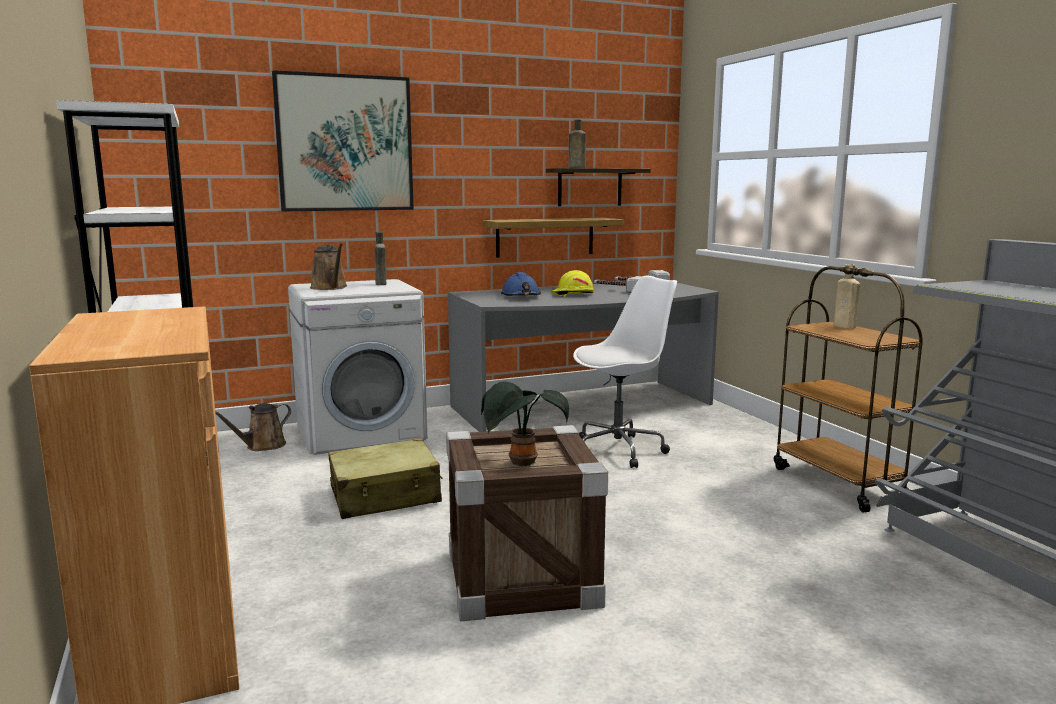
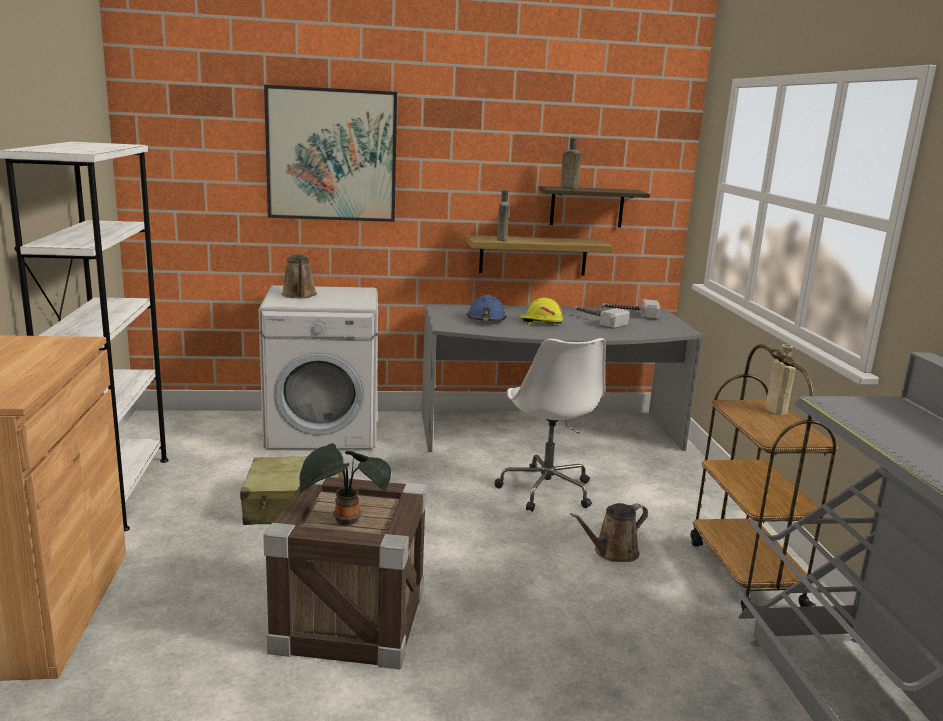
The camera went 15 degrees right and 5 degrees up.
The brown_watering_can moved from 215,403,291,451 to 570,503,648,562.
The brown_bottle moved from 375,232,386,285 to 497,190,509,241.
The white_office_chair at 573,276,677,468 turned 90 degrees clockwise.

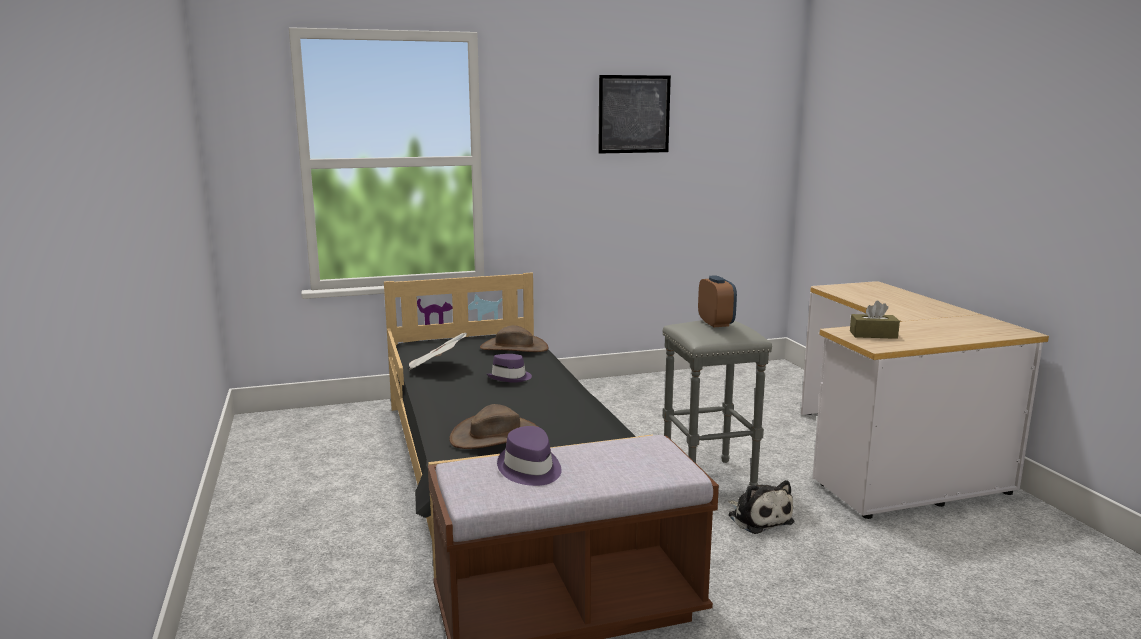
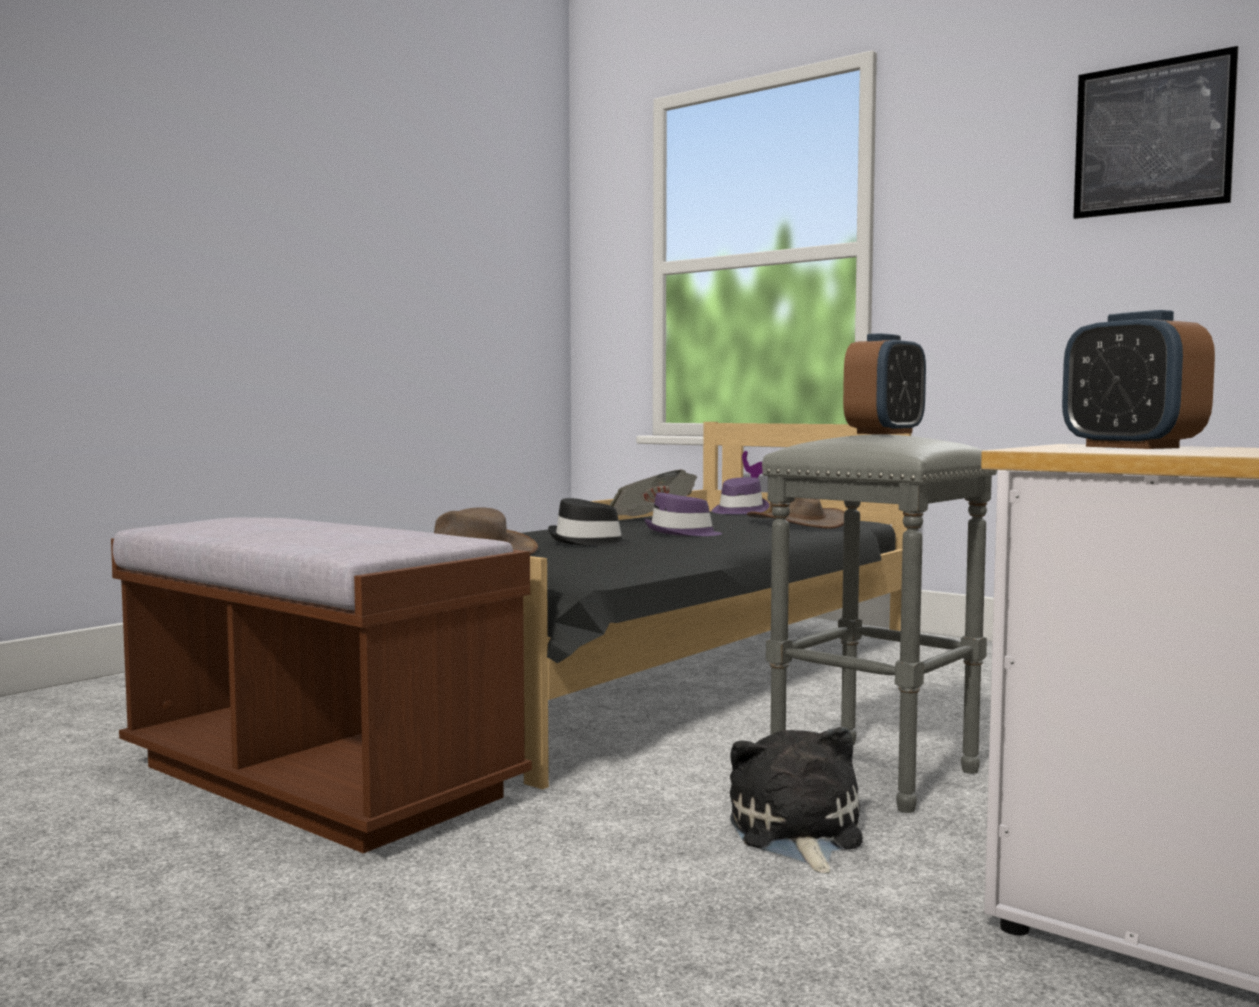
The camera went 55 degrees right and 10 degrees down.
The purple_hat moved from 497,426,562,486 to 712,477,770,514.
The plush_toy at 728,480,794,534 turned 150 degrees clockwise.
The brown_tissue_box at 850,300,900,339 was replaced by the alarm_clock at 1062,310,1215,449.
The black_hat at 548,498,632,547 appeared.

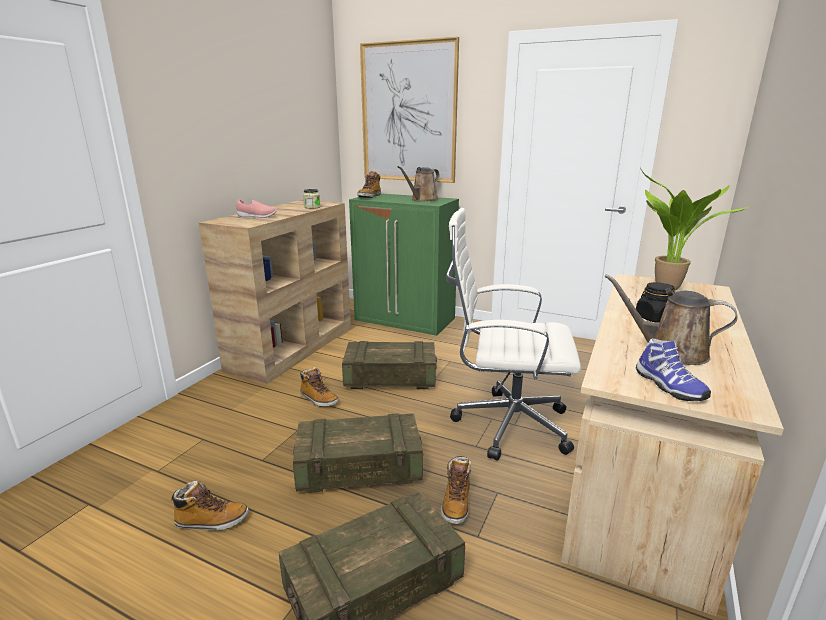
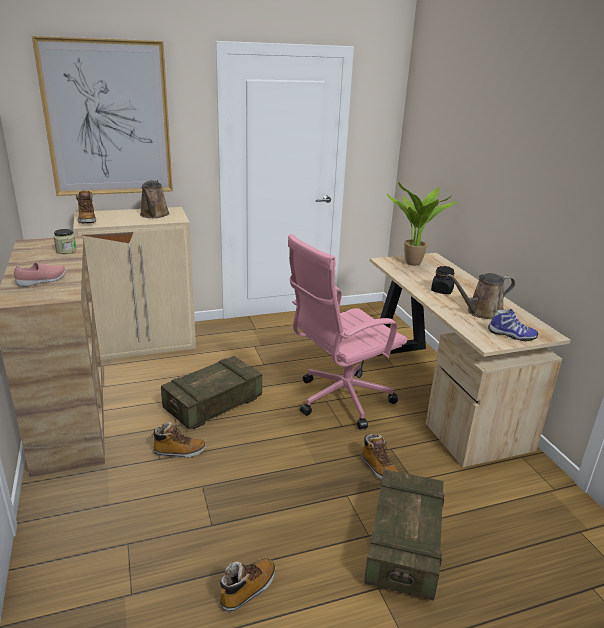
The camera went 45 degrees left and 5 degrees up.
The crate at 293,413,423,493 disappeared.
The green_cabinet at 349,193,459,336 became the beige_cabinet at 73,207,196,360.
The white_office_chair at 446,208,581,461 became the pink_office_chair at 288,234,407,430.

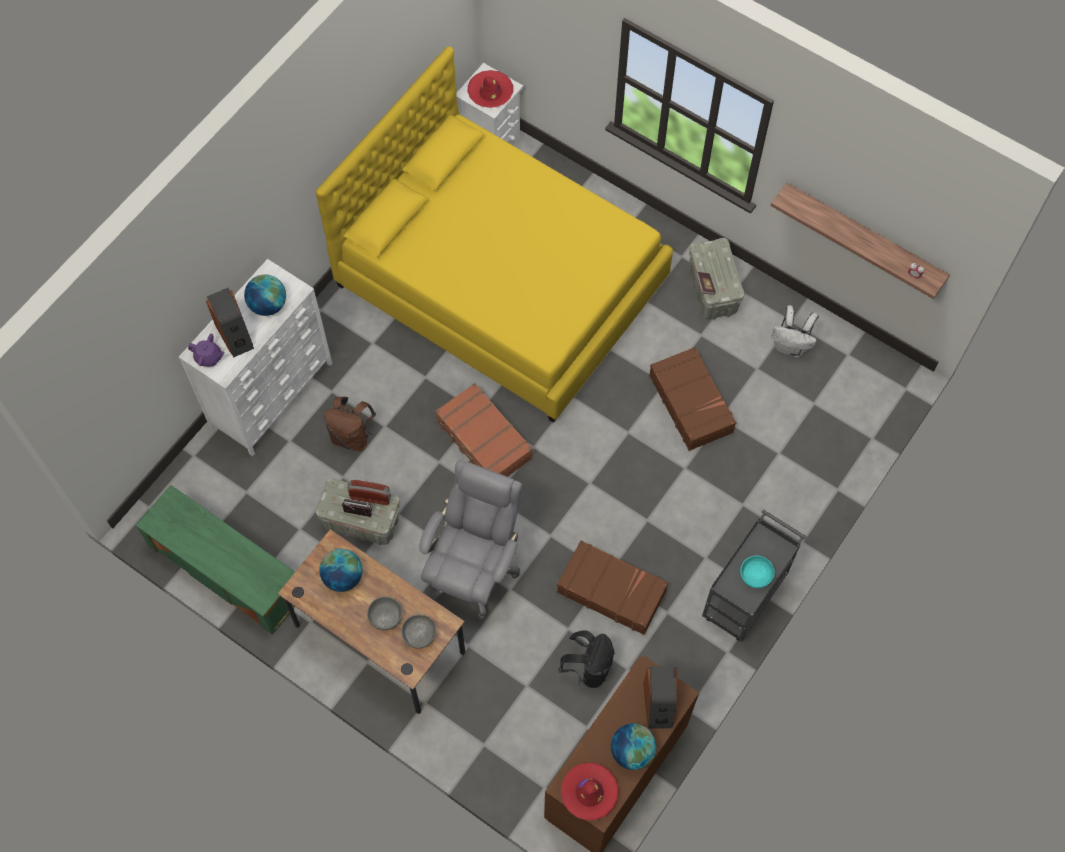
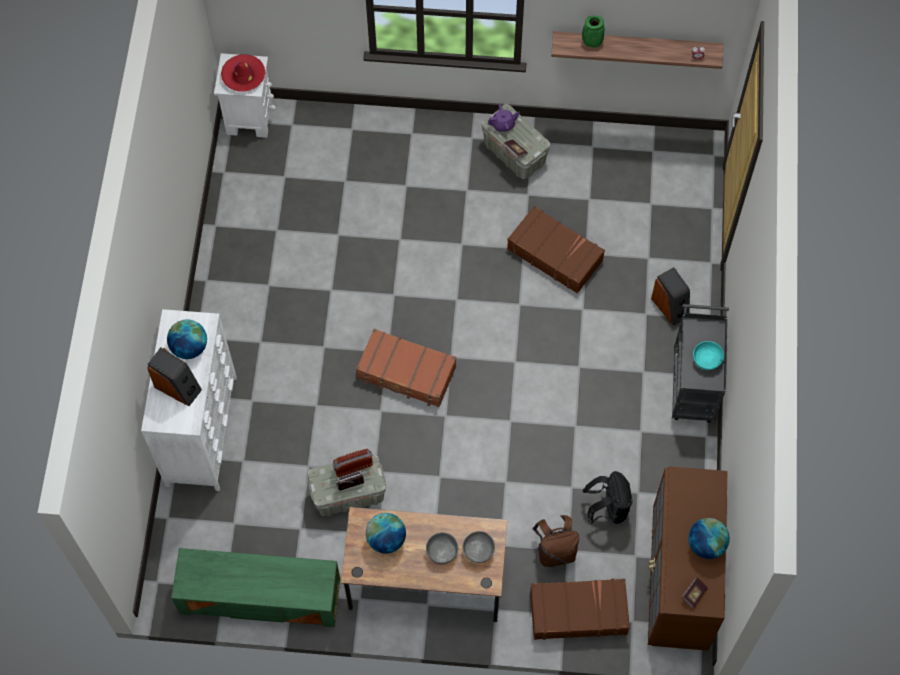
The camera went 30 degrees left and 0 degrees up.
The purple_teapot moved from 188,334,224,367 to 488,104,520,132.
The yellow_bed at 316,46,673,423 disappeared.
The brown_backpack moved from 324,397,376,452 to 533,515,579,567.
The grey_office_chair at 419,460,522,621 disappeared.
The brown_suitcase moved from 557,541,669,635 to 530,579,630,640.
The red_hat at 561,763,619,821 was replaced by the book at 682,577,708,608.
The speaker moved from 644,666,678,729 to 651,267,690,326.
The white_backpack at 771,305,819,358 disappeared.
The green_vase at 582,16,604,48 appeared.

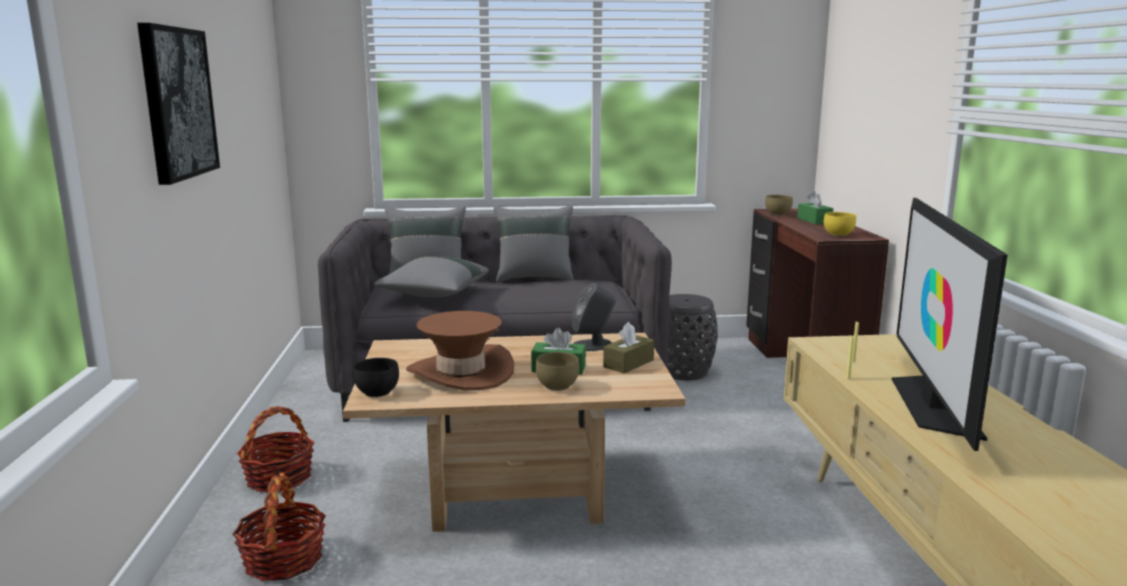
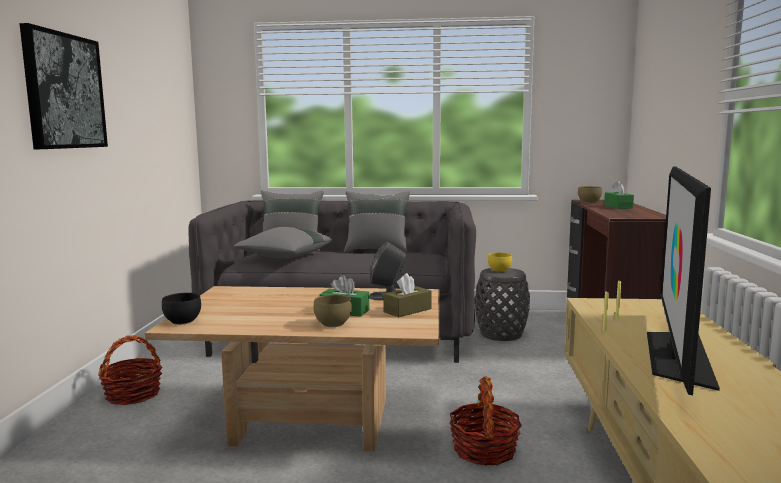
The camera went 10 degrees right and 5 degrees down.
The basket moved from 232,472,326,581 to 449,376,522,466.
The brown_hat at 406,311,514,390 disappeared.
The yellow_bowl moved from 824,212,856,236 to 488,253,512,272.

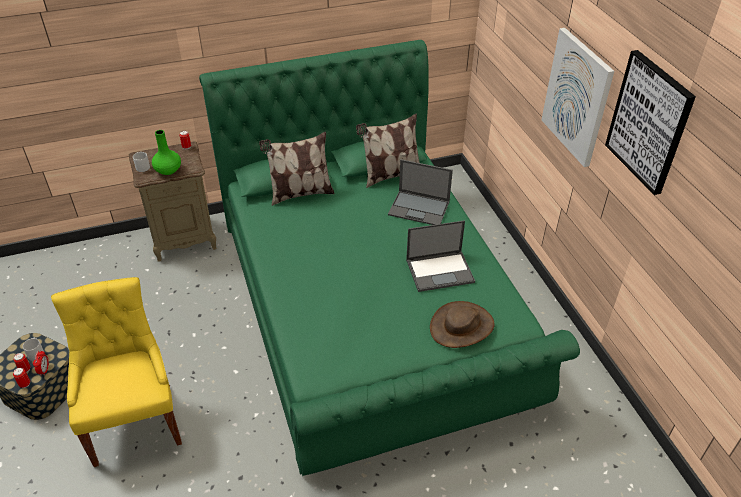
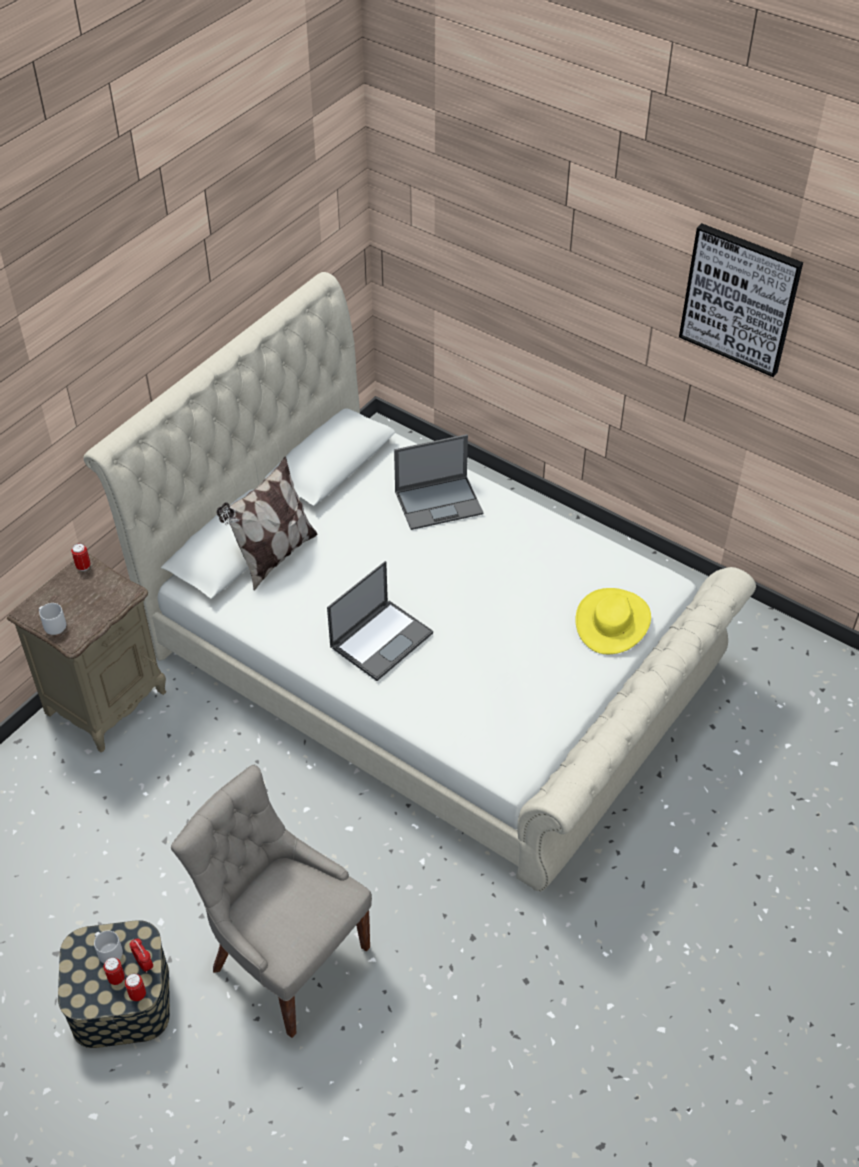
The camera went 35 degrees left and 5 degrees up.
The yellow_chair at 51,277,182,467 became the grey_chair at 171,765,372,1038.
The green_vase at 152,130,181,175 disappeared.
The green_bed at 199,40,580,476 became the beige_bed at 83,272,756,892.
The pillow at 356,114,420,188 disappeared.
The laptop moved from 406,220,475,292 to 327,561,433,681.
The brown_hat at 430,301,495,348 became the yellow_hat at 575,588,651,654.
The picture at 542,28,614,167 disappeared.

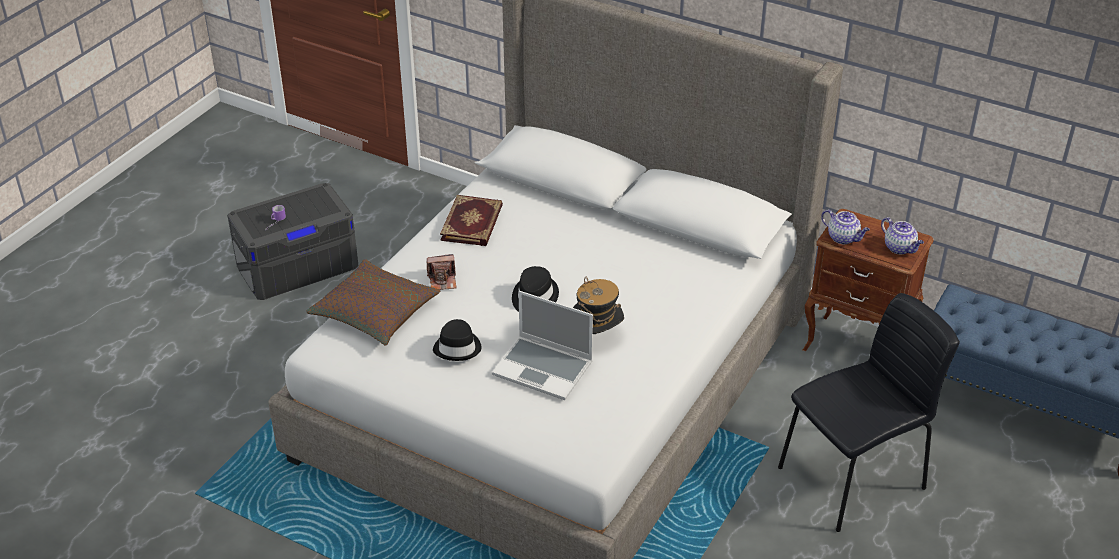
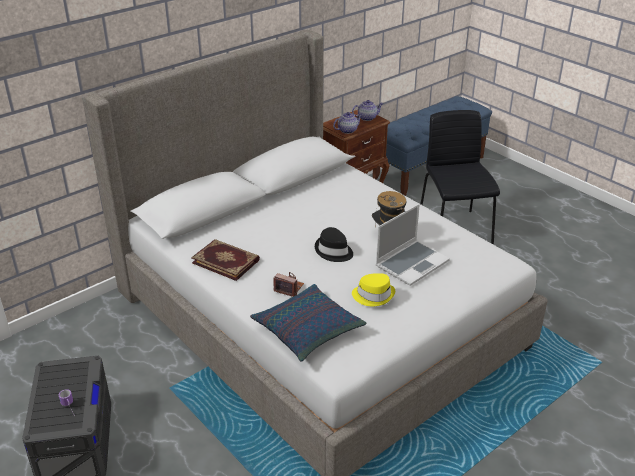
The camera went 70 degrees left and 5 degrees down.
The brown_pillow at 306,259,440,346 became the blue_pillow at 250,284,366,362.
The photo_camera at 426,254,457,290 turned 75 degrees counterclockwise.
The black_hat at 433,319,482,361 became the yellow_hat at 352,273,395,306.

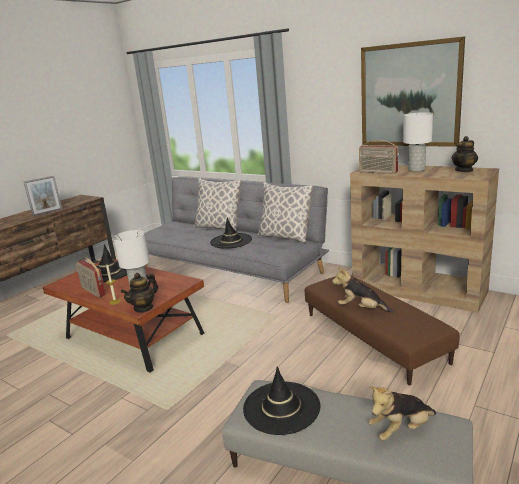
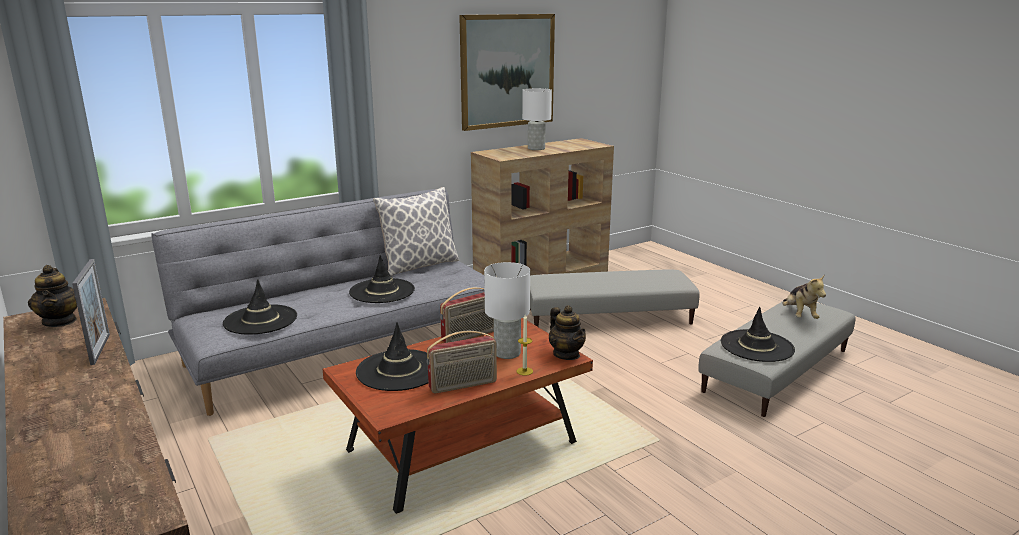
The camera went 70 degrees left and 0 degrees up.
The pillow at 194,178,241,231 disappeared.
The brown_ottoman at 305,275,460,385 became the grey_ottoman at 530,270,700,327.
The plush_toy at 332,266,394,313 disappeared.
The radio moved from 359,140,398,174 to 440,287,494,343.
The teapot moved from 451,136,478,172 to 28,265,77,327.
The black_hat at 223,279,297,334 appeared.

